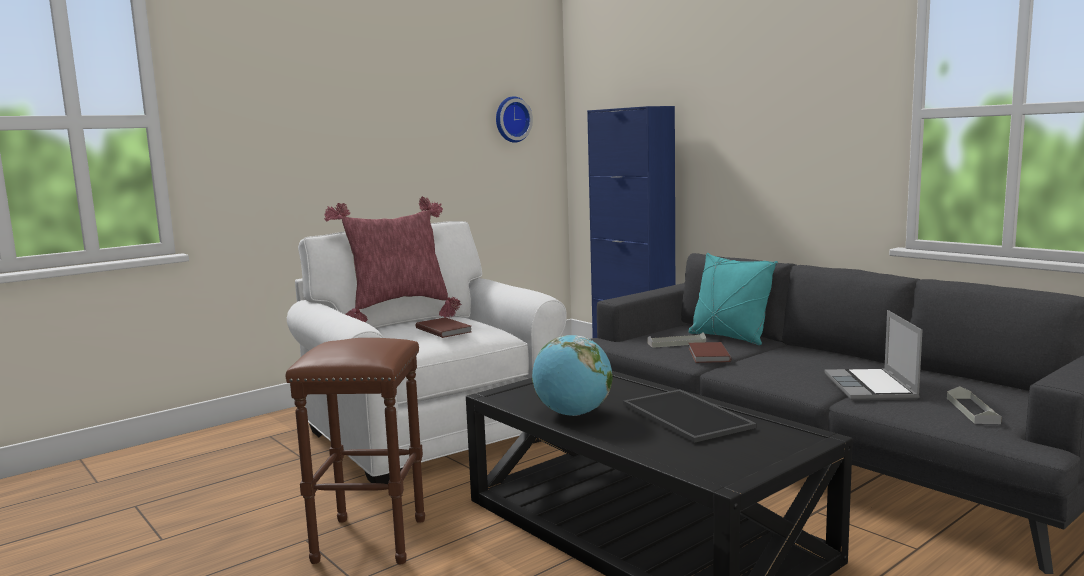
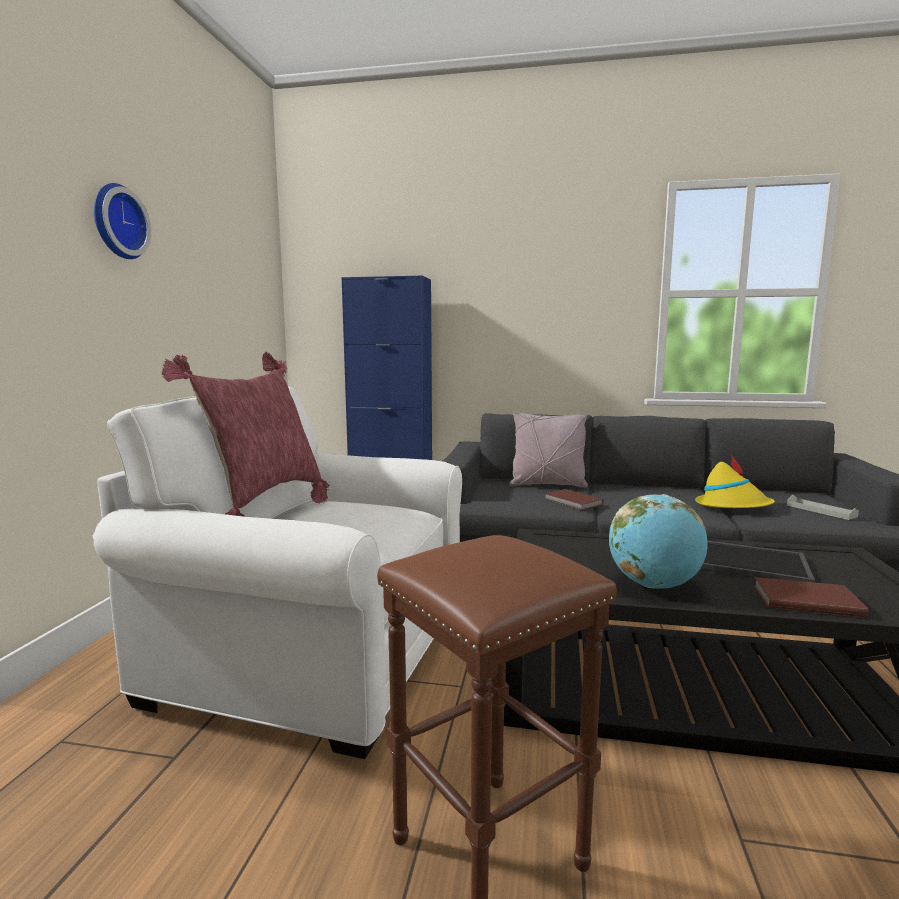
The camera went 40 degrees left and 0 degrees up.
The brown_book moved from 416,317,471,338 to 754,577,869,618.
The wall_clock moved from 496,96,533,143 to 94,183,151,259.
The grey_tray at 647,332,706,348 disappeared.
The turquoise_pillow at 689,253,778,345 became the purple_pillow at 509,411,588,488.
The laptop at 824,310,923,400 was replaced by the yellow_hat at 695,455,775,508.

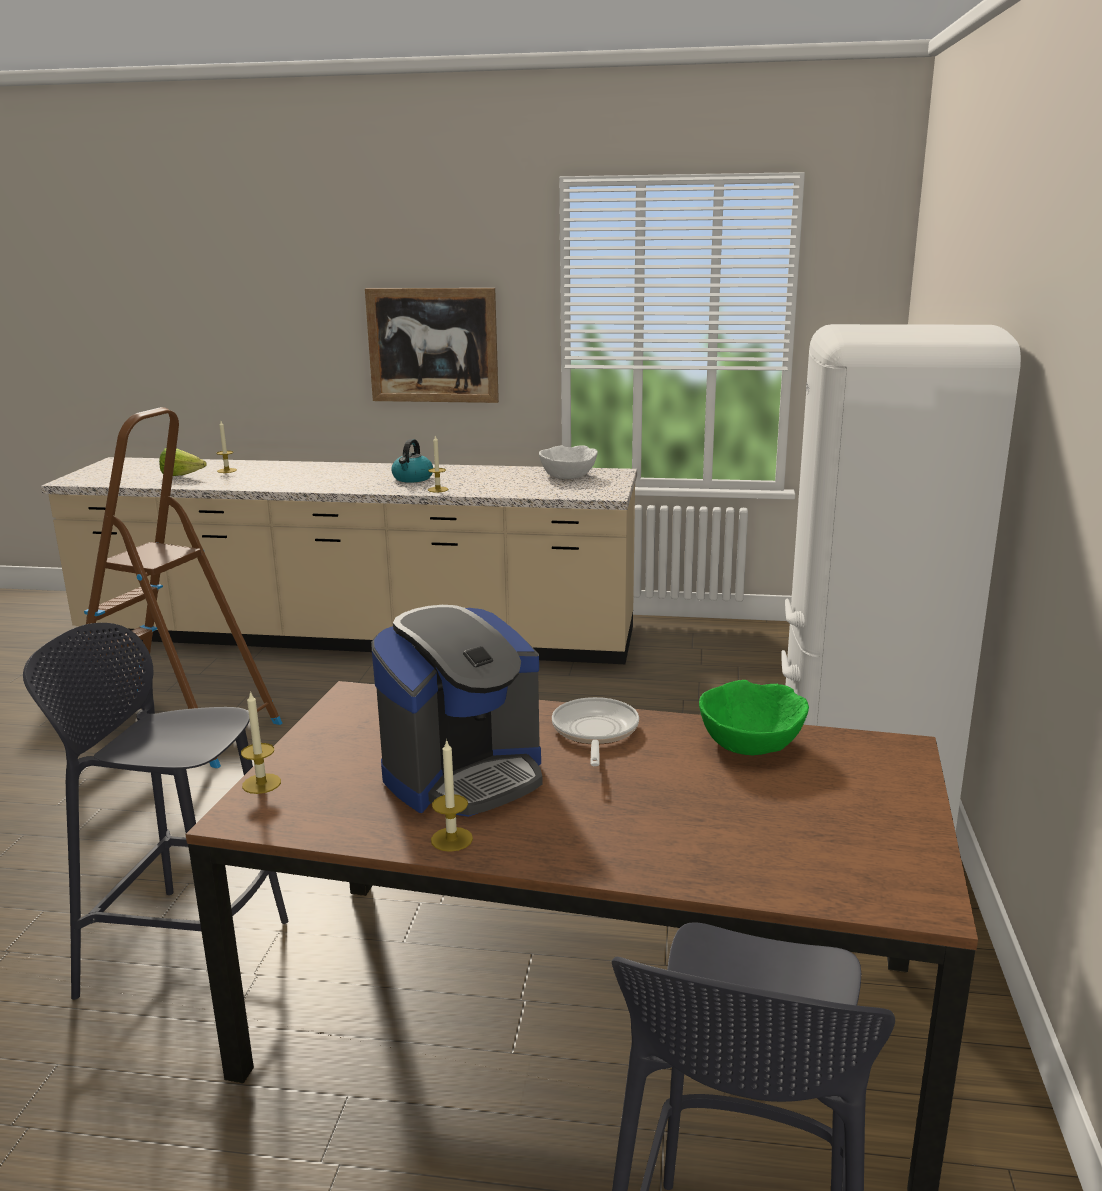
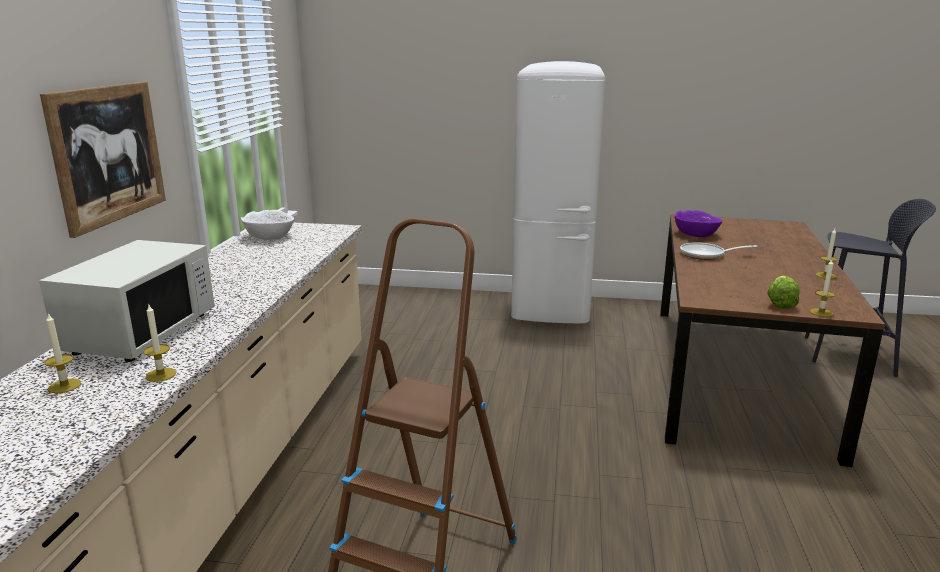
The camera went 90 degrees left and 0 degrees up.
The grey_stool at 23,623,288,1000 disappeared.
The lettuce moved from 159,448,207,476 to 767,276,800,309.
The coffee_machine at 371,605,543,817 disappeared.
The kettle at 392,439,433,482 disappeared.
The candle moved from 428,436,448,492 to 143,303,176,382.
The green_bowl at 699,680,809,755 became the purple_bowl at 675,210,722,237.
The white_microwave at 39,240,215,362 appeared.

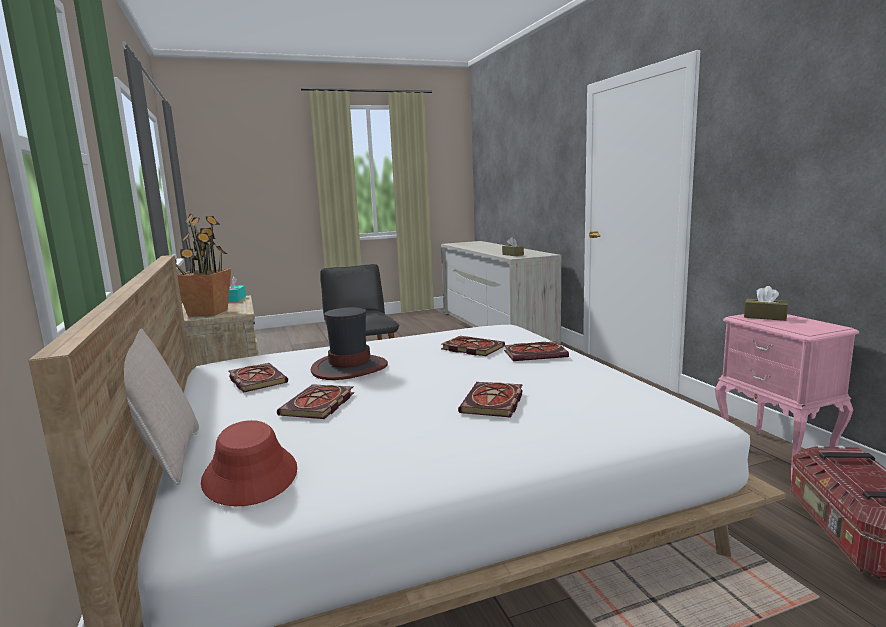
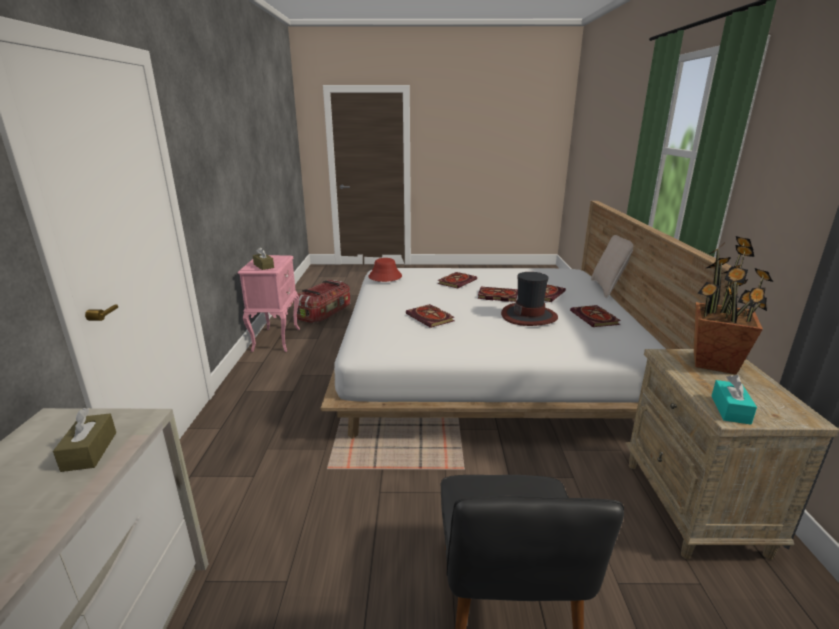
The camera went 160 degrees left and 10 degrees up.
The red_hat moved from 201,420,297,506 to 369,258,402,282.
The book moved from 504,341,569,361 to 478,287,518,302.

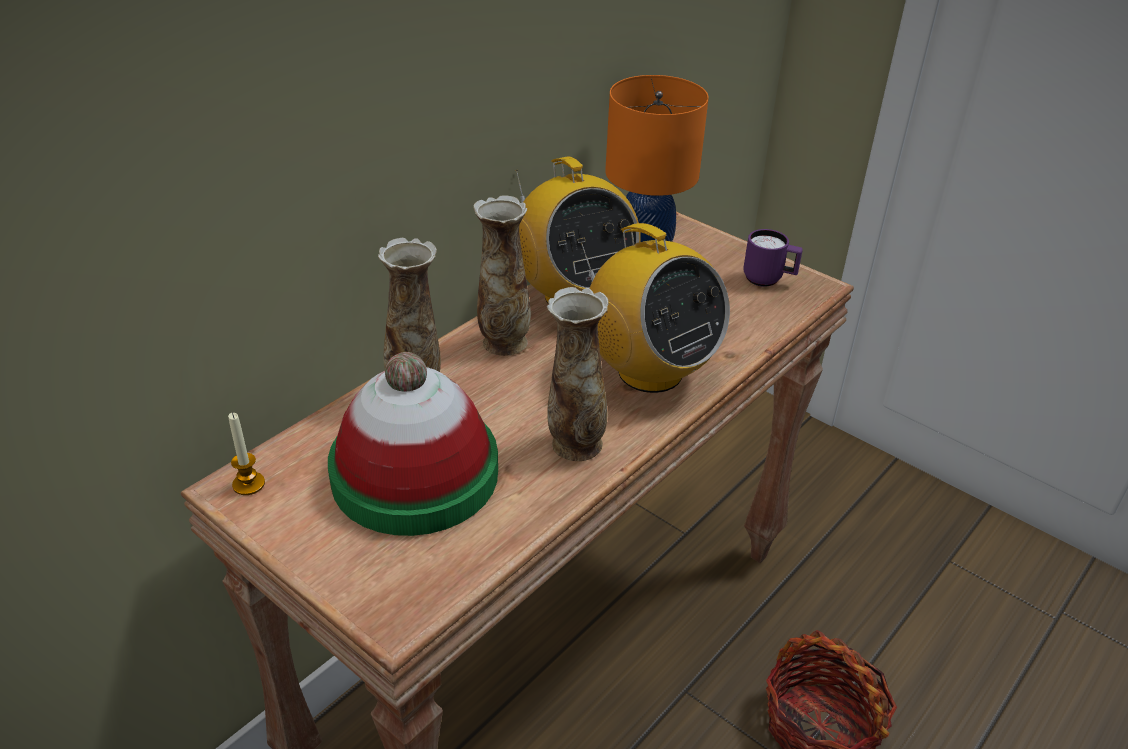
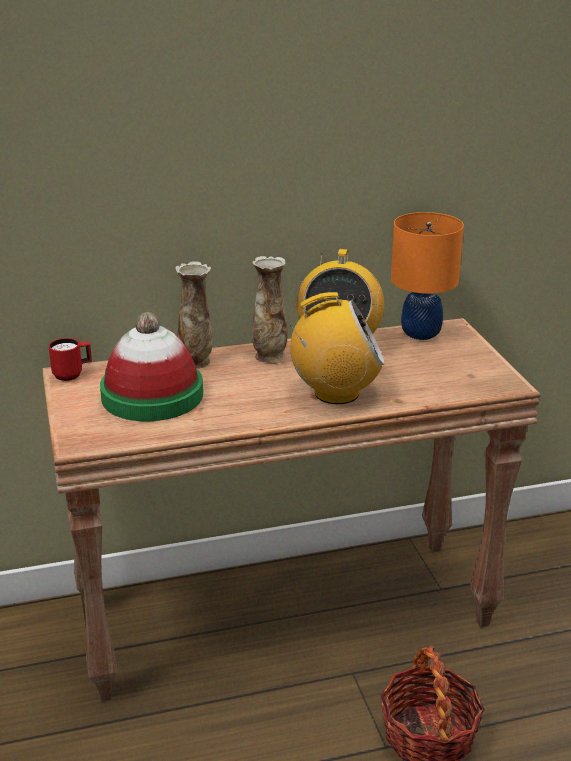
The camera went 35 degrees right and 10 degrees down.
The candle at 228,413,265,495 was replaced by the red_mug at 48,338,92,381.
The vase at 547,287,609,461 disappeared.
The radio at 580,223,730,393 turned 90 degrees counterclockwise.
The purple_mug at 743,229,803,287 disappeared.

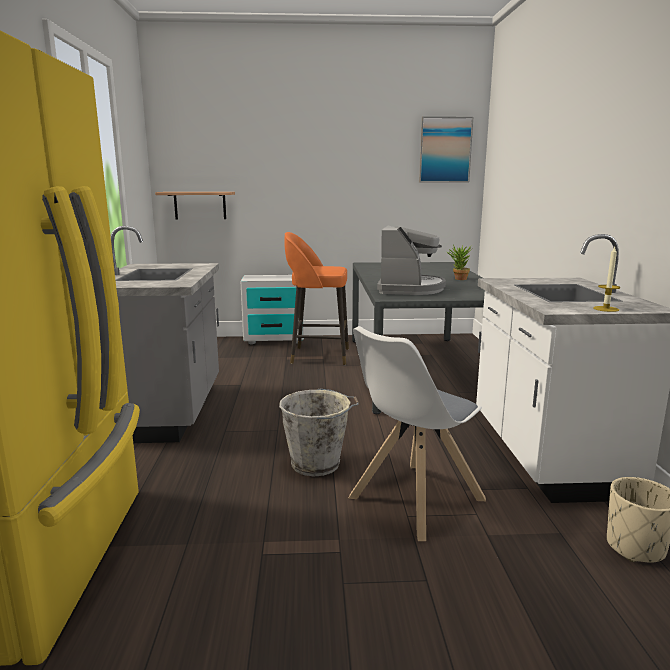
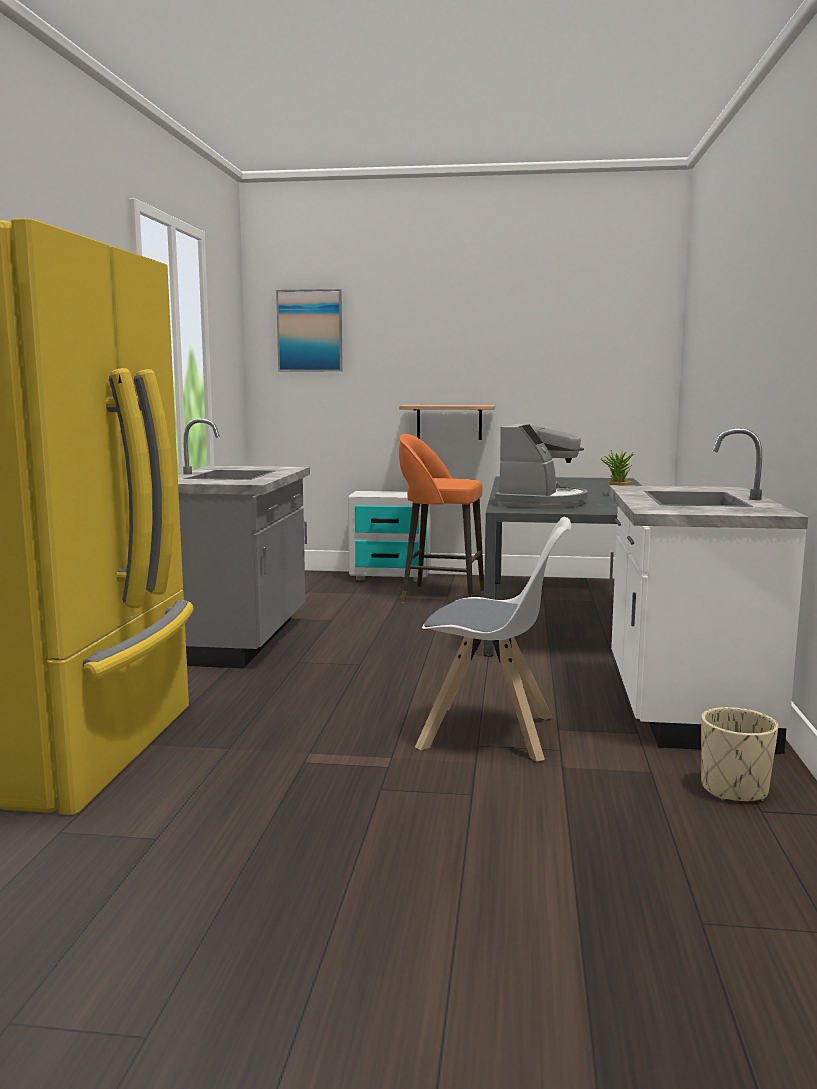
The camera went 10 degrees right and 5 degrees down.
The shelf moved from 155,192,235,219 to 399,405,495,440.
The grey_bucket at 279,389,359,477 disappeared.
The chair at 348,326,486,541 turned 135 degrees counterclockwise.
The picture moved from 419,116,473,182 to 276,289,343,372.
The candle at 593,247,621,312 disappeared.

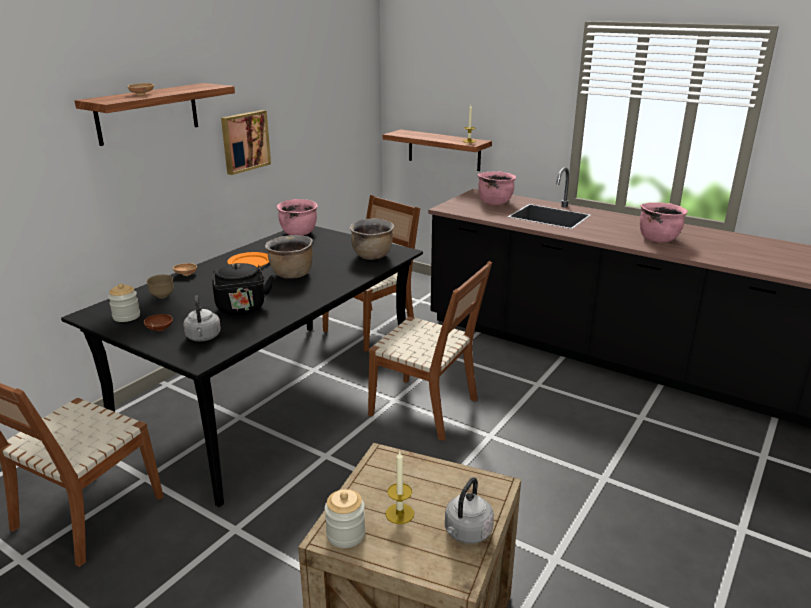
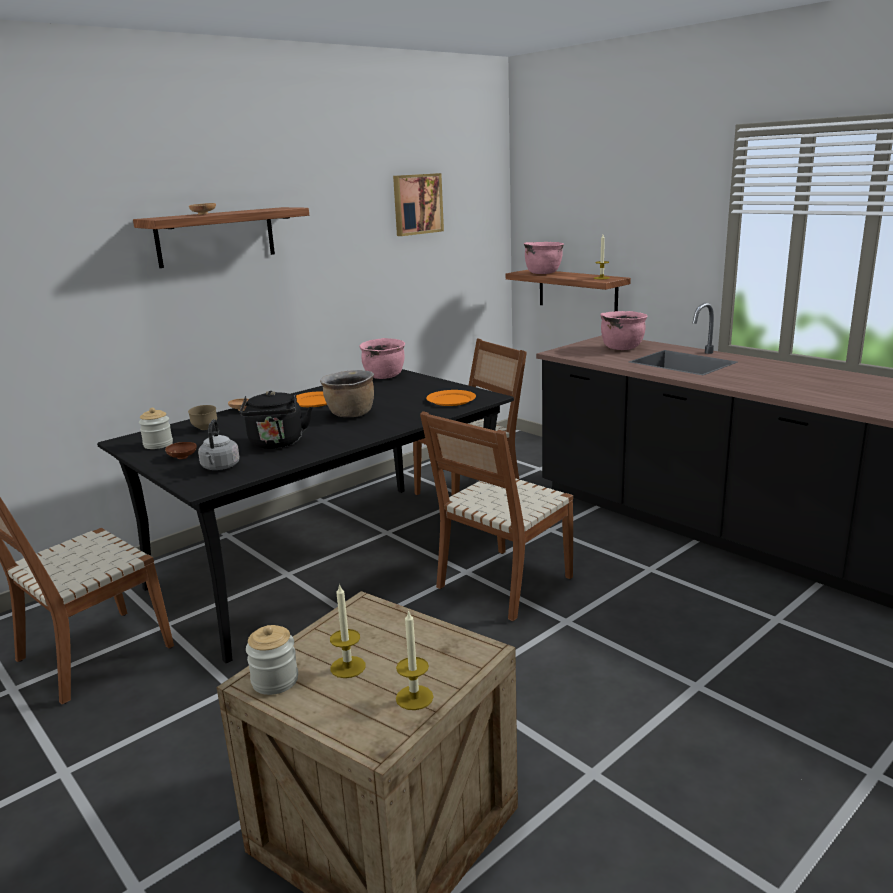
The camera went 15 degrees right and 5 degrees down.
The picture moved from 221,110,271,175 to 393,173,444,236.
The brown_cooking_pot at 350,218,394,260 was replaced by the orange_plate at 426,390,476,406.
The chair at 368,261,492,441 turned 90 degrees clockwise.
The grey_kettle at 445,477,494,544 was replaced by the candle at 396,610,433,710.
The pink_cooking_pot moved from 640,202,688,242 to 524,242,564,274.

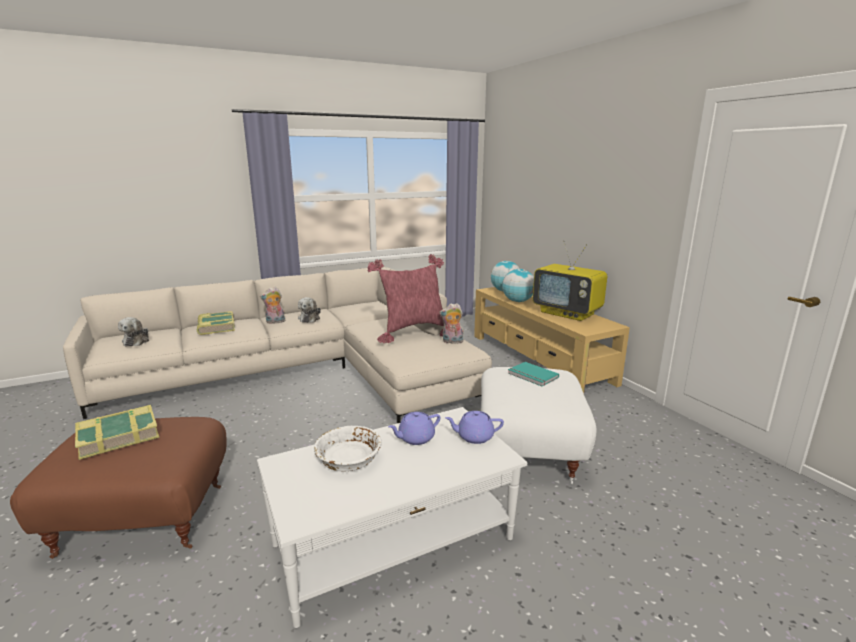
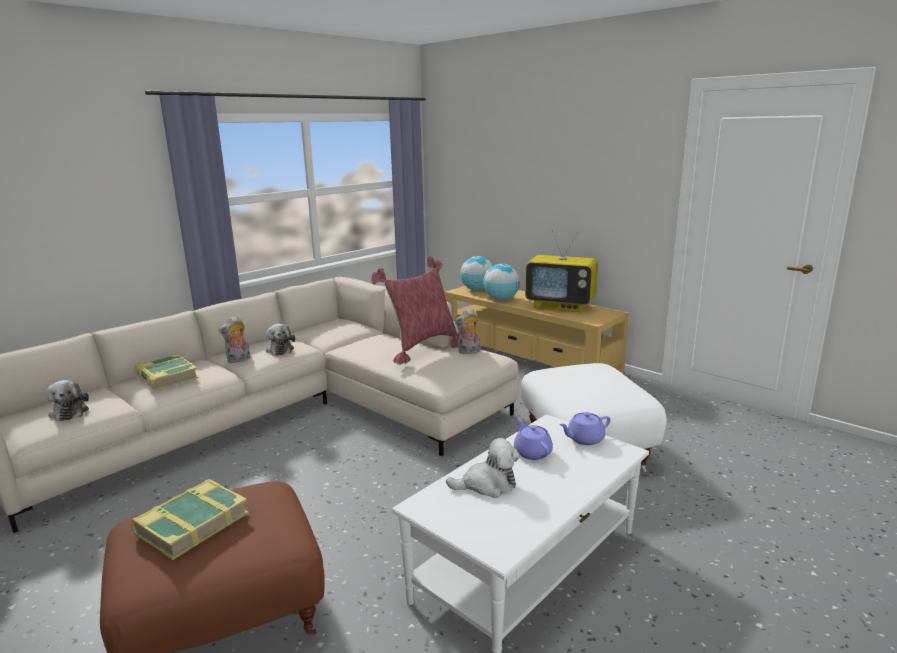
The camera went 20 degrees left and 0 degrees up.
The white_bowl at 314,426,382,472 was replaced by the plush_toy at 446,438,520,498.
The purple_teapot at 388,412,440,445 turned 120 degrees clockwise.
The turquoise_book at 508,362,559,386 disappeared.

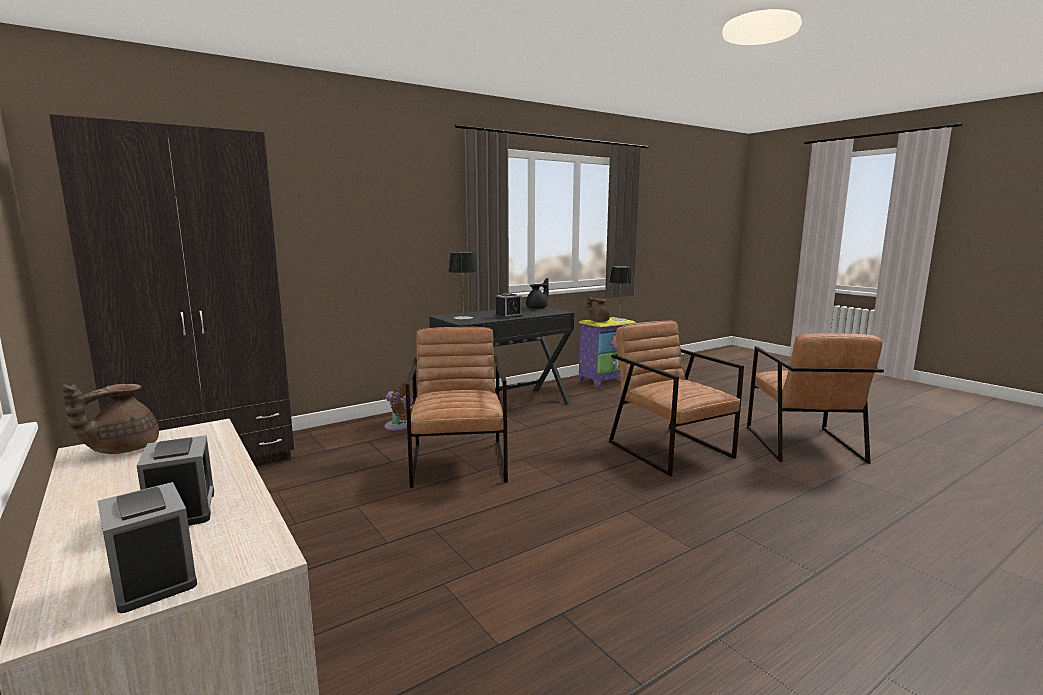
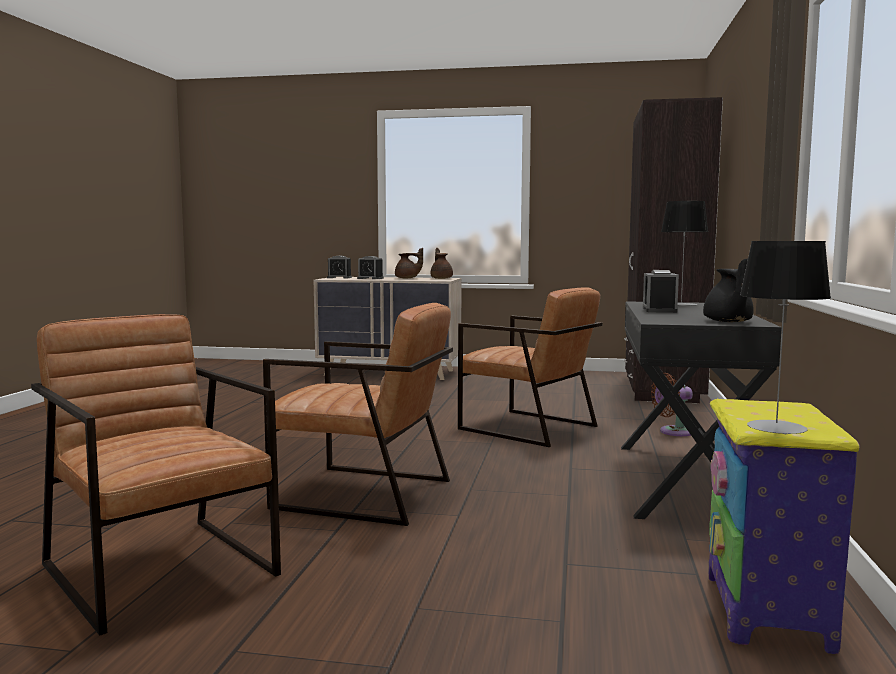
The camera went 135 degrees right and 5 degrees down.
The brown_teapot moved from 587,294,610,322 to 395,248,423,278.

